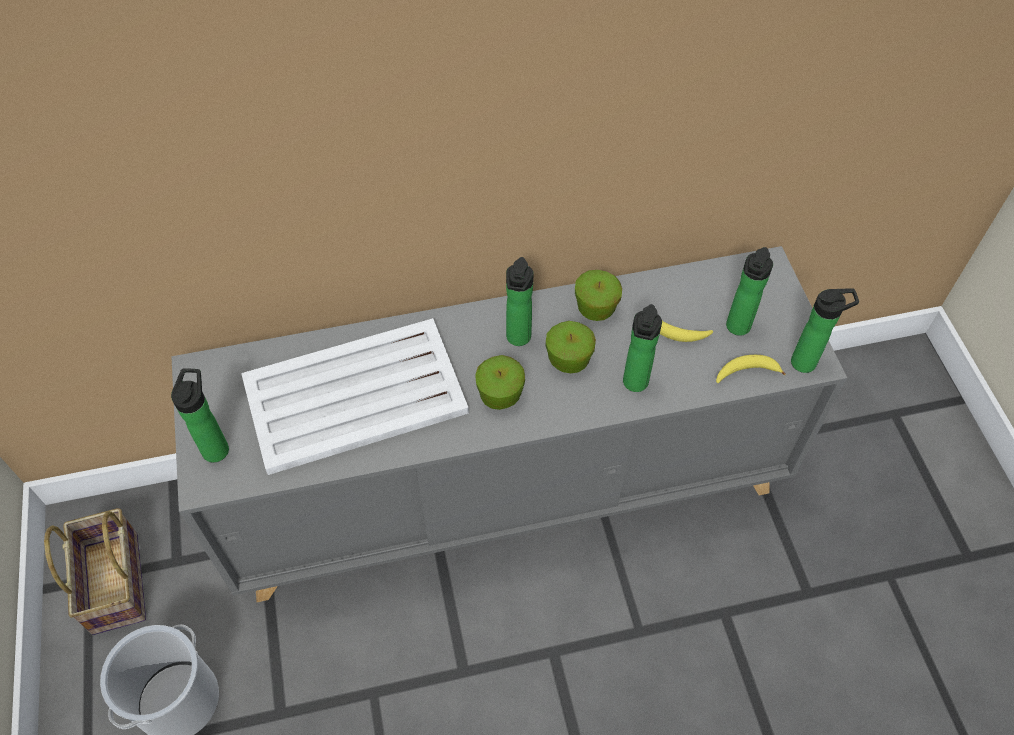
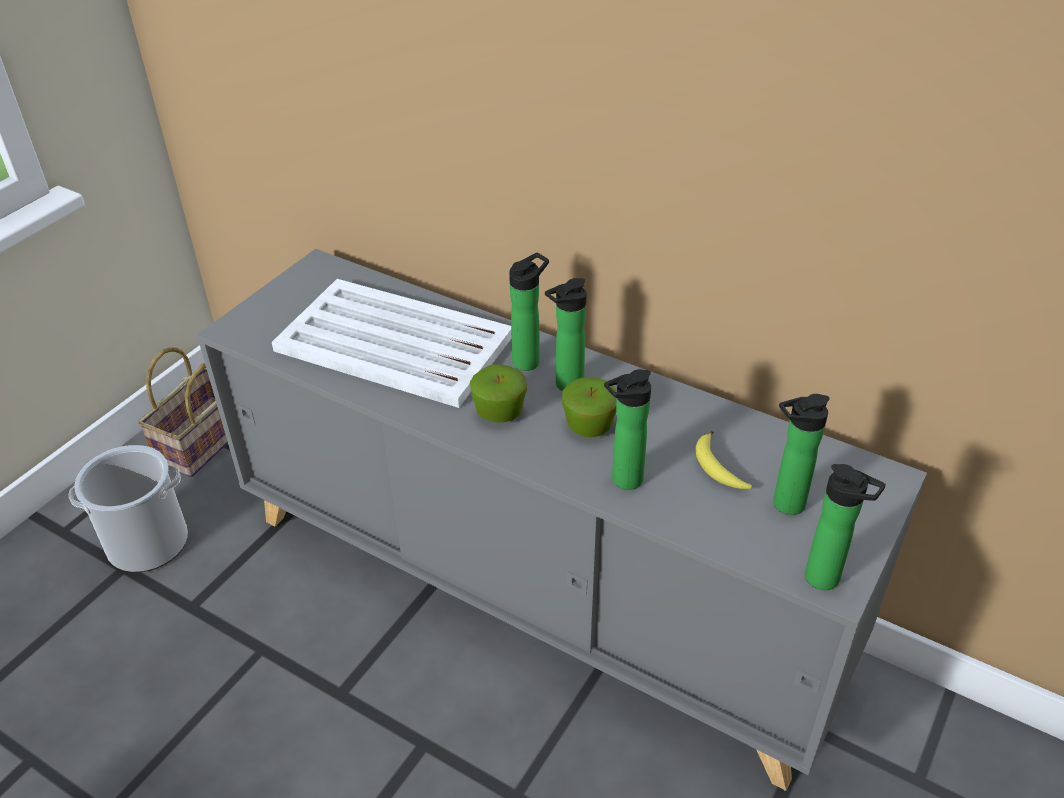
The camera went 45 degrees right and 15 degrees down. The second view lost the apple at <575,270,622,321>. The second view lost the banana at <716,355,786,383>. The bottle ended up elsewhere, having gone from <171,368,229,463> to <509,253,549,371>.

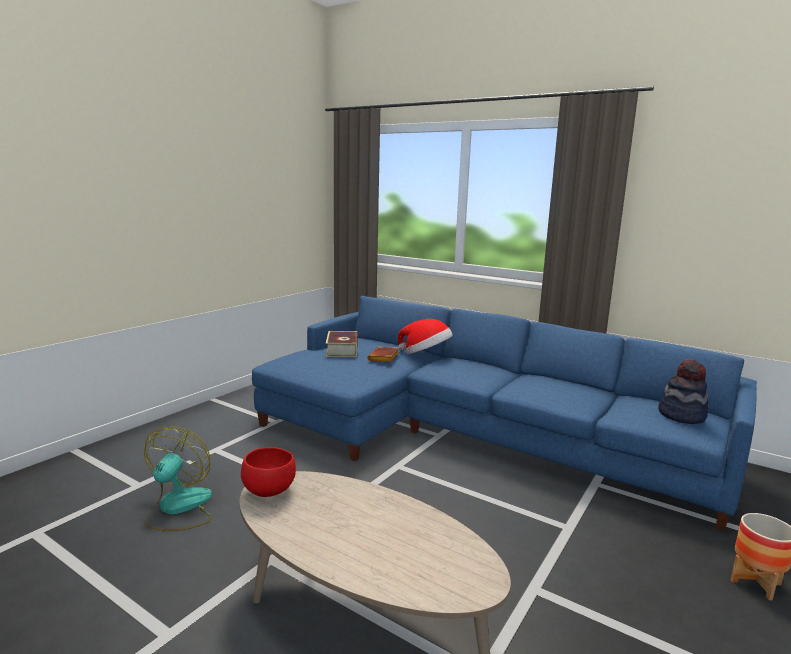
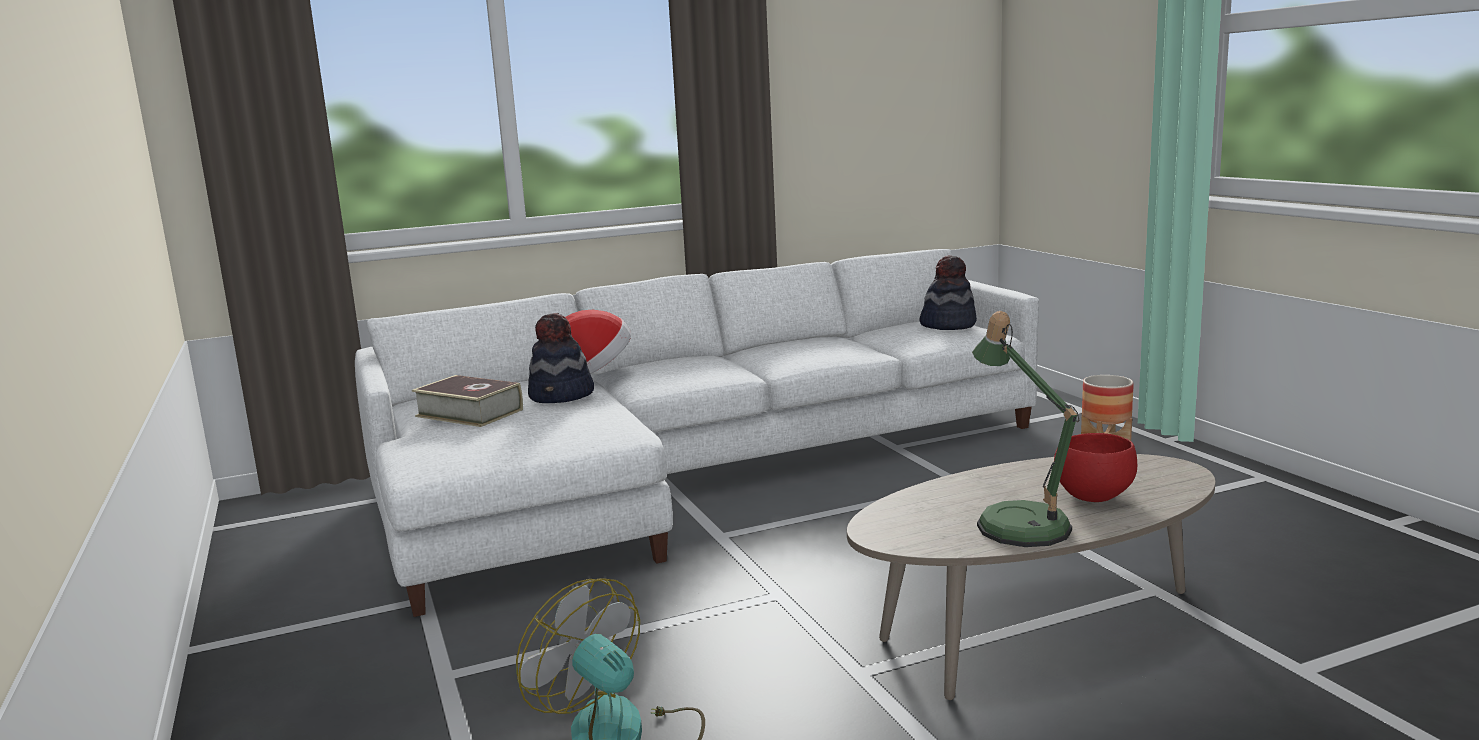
The camera went 55 degrees left and 0 degrees up. What was the sofa (blue) at <252,296,757,531> turned into the sofa (white) at <355,249,1039,617>. Where the book (brown) stood at <367,347,399,362>, the hat came to stand at <528,313,594,403>. The bowl (red) ended up elsewhere, having gone from <241,447,296,497> to <1054,433,1137,502>. The second view gained the table lamp at <972,311,1079,547>.

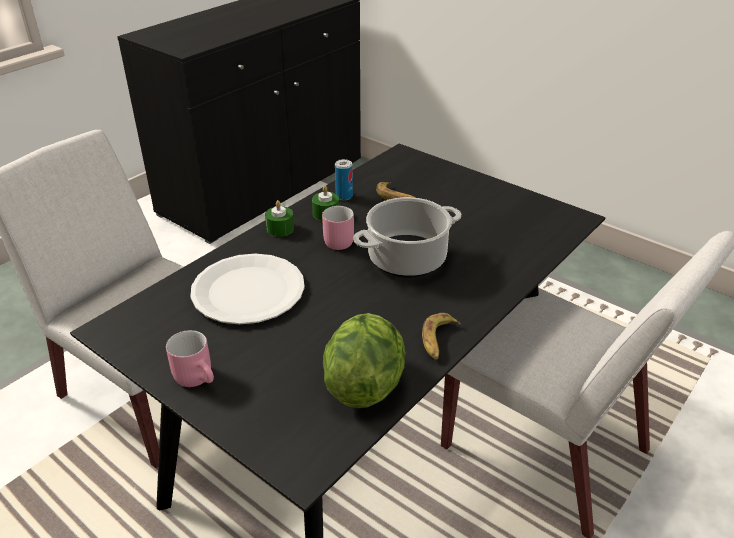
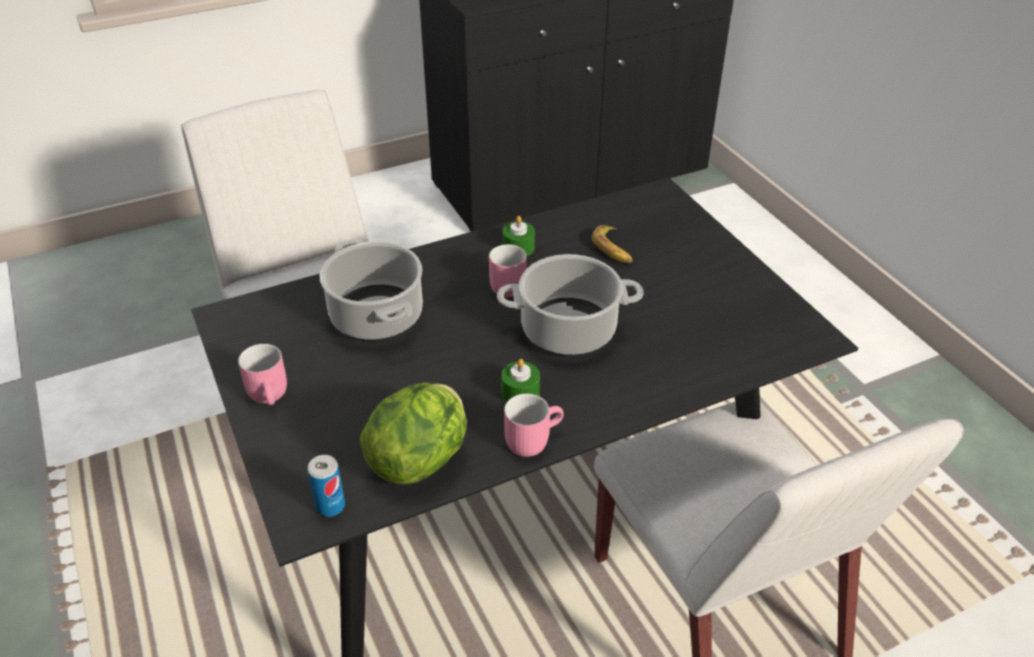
The camera went 25 degrees right and 5 degrees up. The can ended up elsewhere, having gone from <335,159,353,200> to <308,455,345,517>. The candle (green) ended up elsewhere, having gone from <265,200,294,237> to <501,359,540,402>. Where the plate (white) stood at <190,254,305,324>, the cooking pot came to stand at <319,240,423,341>. Where the banana stood at <422,313,461,360>, the mug (pink) came to stand at <504,393,564,457>.

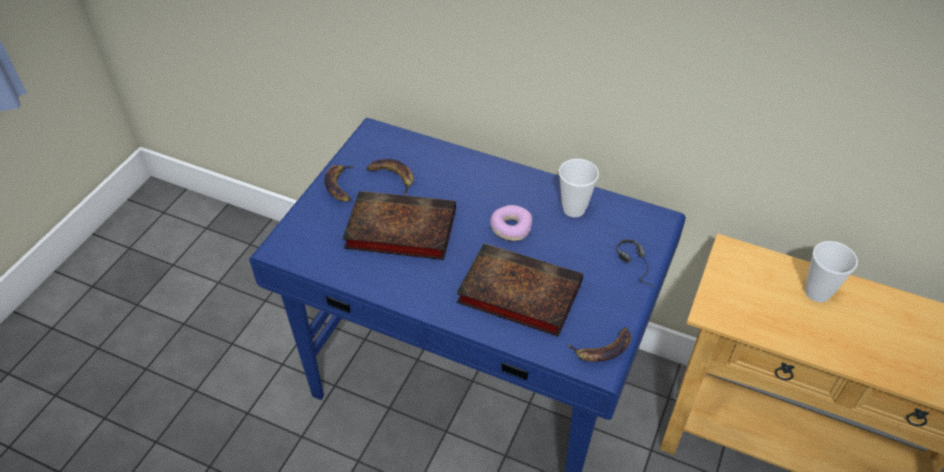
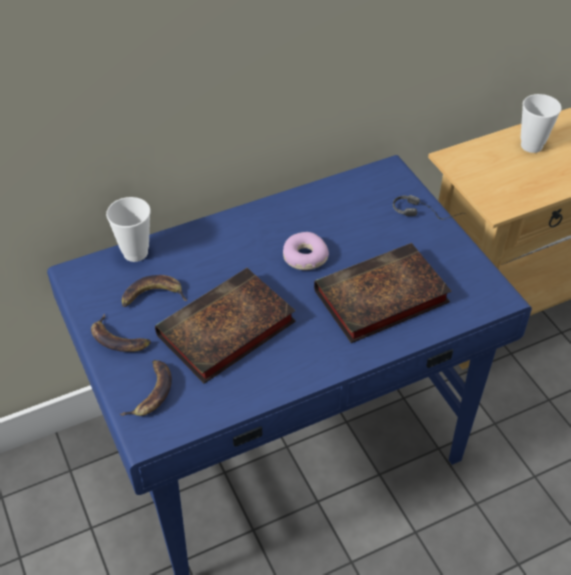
The camera went 50 degrees left and 0 degrees up. The cup ended up elsewhere, having gone from <559,159,599,217> to <106,197,151,262>. The banana ended up elsewhere, having gone from <567,327,631,362> to <119,360,172,416>.

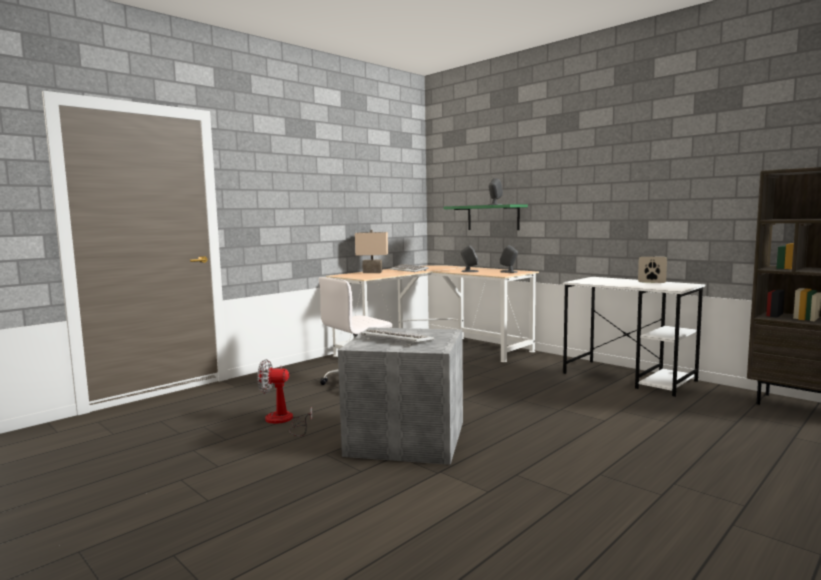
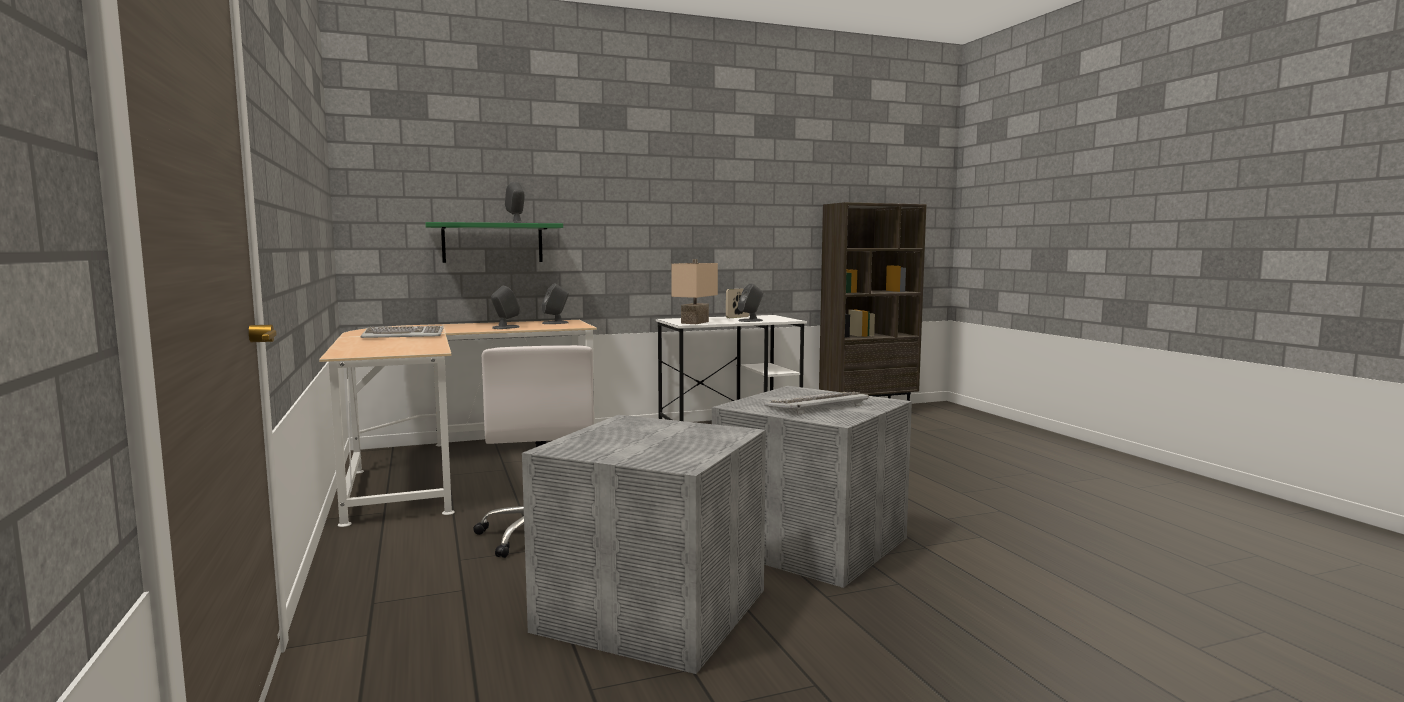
The camera went 65 degrees left and 0 degrees up. The table lamp (beige) ended up elsewhere, having gone from <355,230,388,273> to <671,259,718,324>. Where the fan stood at <257,359,312,436>, the storage box (grey) came to stand at <522,415,766,674>. The second view gained the speaker (grey) at <738,283,763,322>.

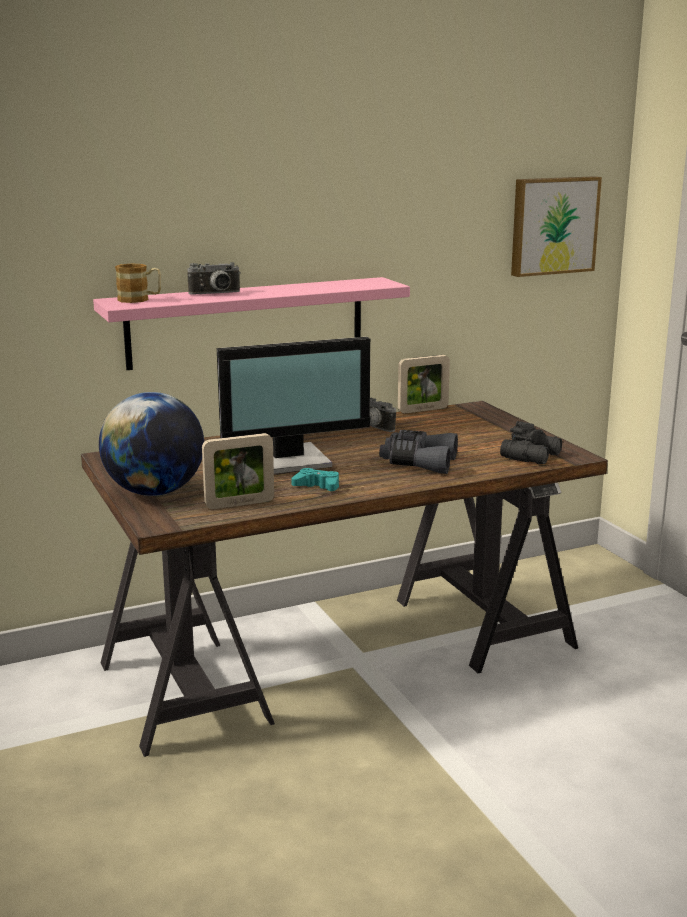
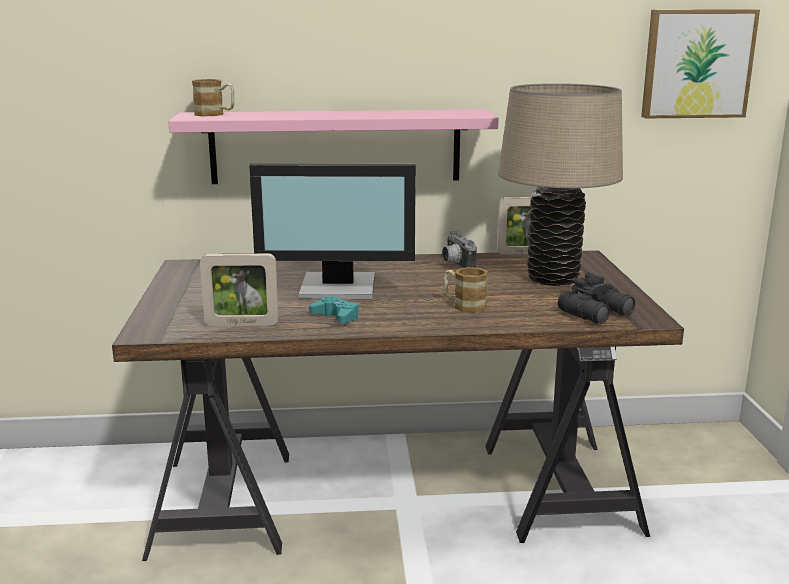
The camera went 20 degrees right and 0 degrees up. The second view lost the photo camera at <187,262,241,294>. The second view lost the globe at <99,392,204,496>. Where the binoculars (grey) stood at <379,430,458,474>, the mug came to stand at <444,267,488,313>. The second view gained the table lamp (beige) at <498,83,623,286>.

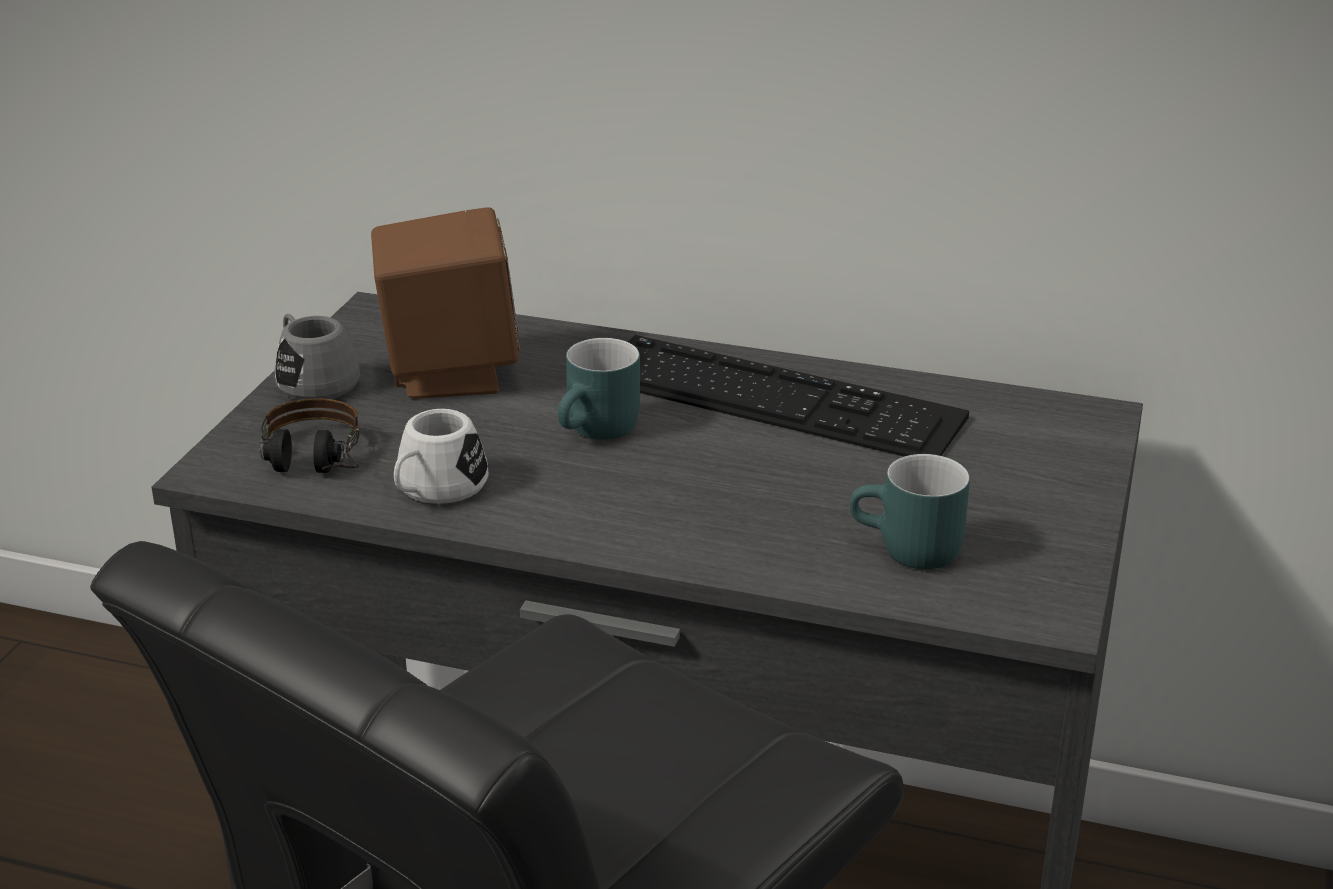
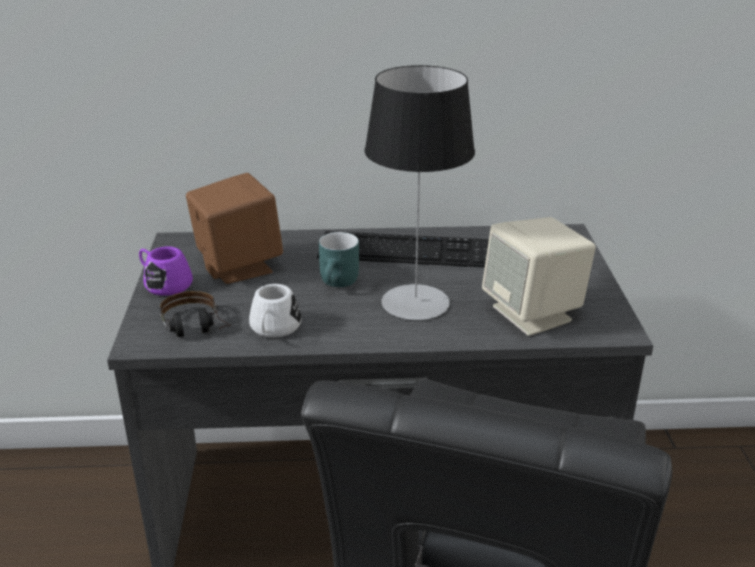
The camera went 20 degrees left and 0 degrees up. What was the mug (grey) at <275,314,360,400> turned into the mug (purple) at <139,246,193,296>. Where the mug (turquoise) stood at <850,454,970,569>, the speaker (beige) came to stand at <482,217,596,336>. The second view gained the table lamp at <365,65,475,320>.

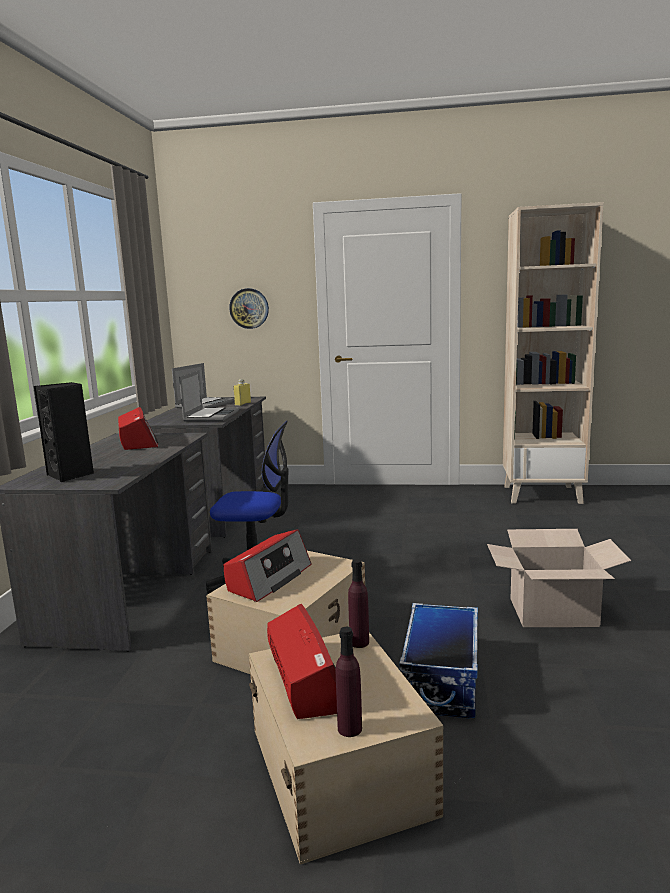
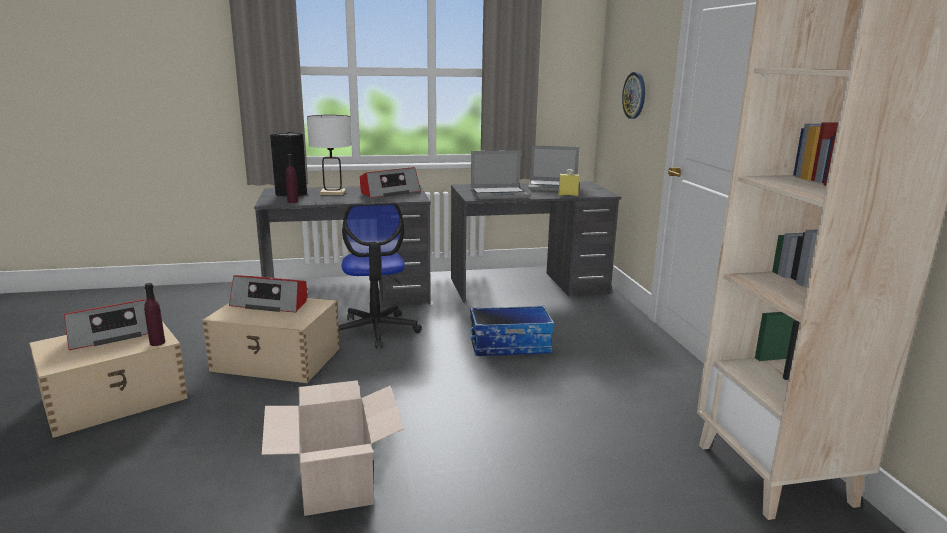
The camera went 70 degrees right and 5 degrees up. The storage box ended up elsewhere, having gone from <399,603,478,718> to <470,306,554,356>. The bottle (purple) ended up elsewhere, having gone from <336,627,362,737> to <285,154,298,203>. The second view gained the table lamp (white) at <307,115,352,195>.

